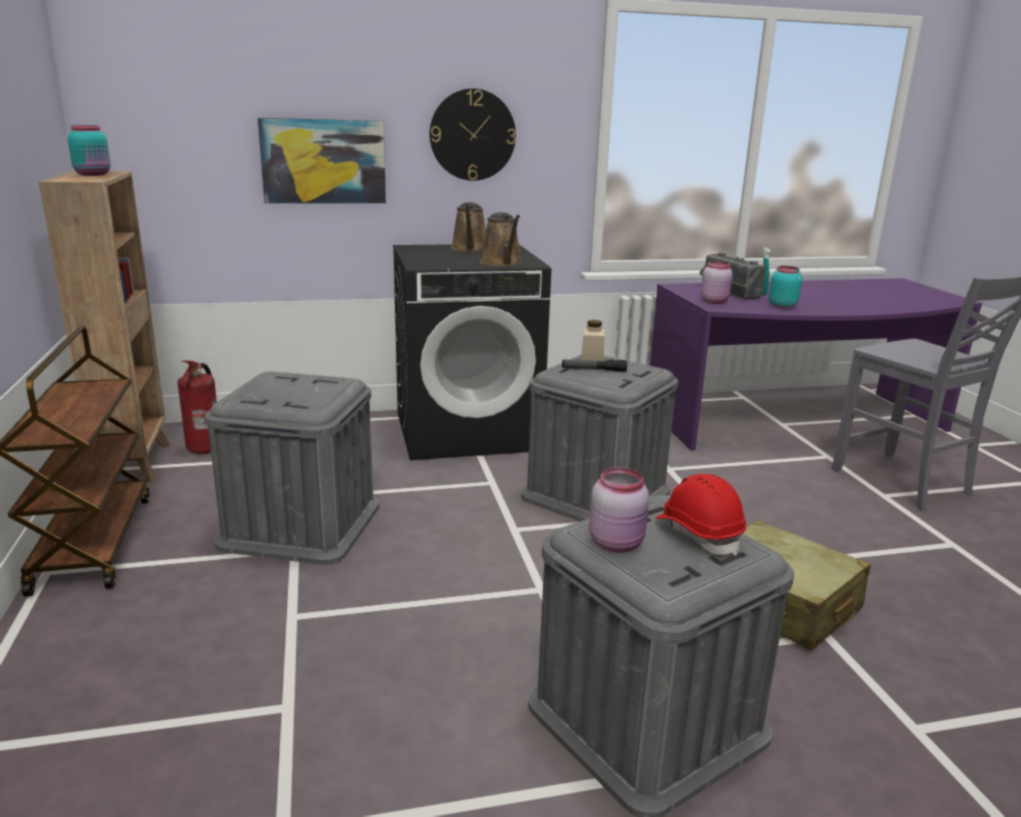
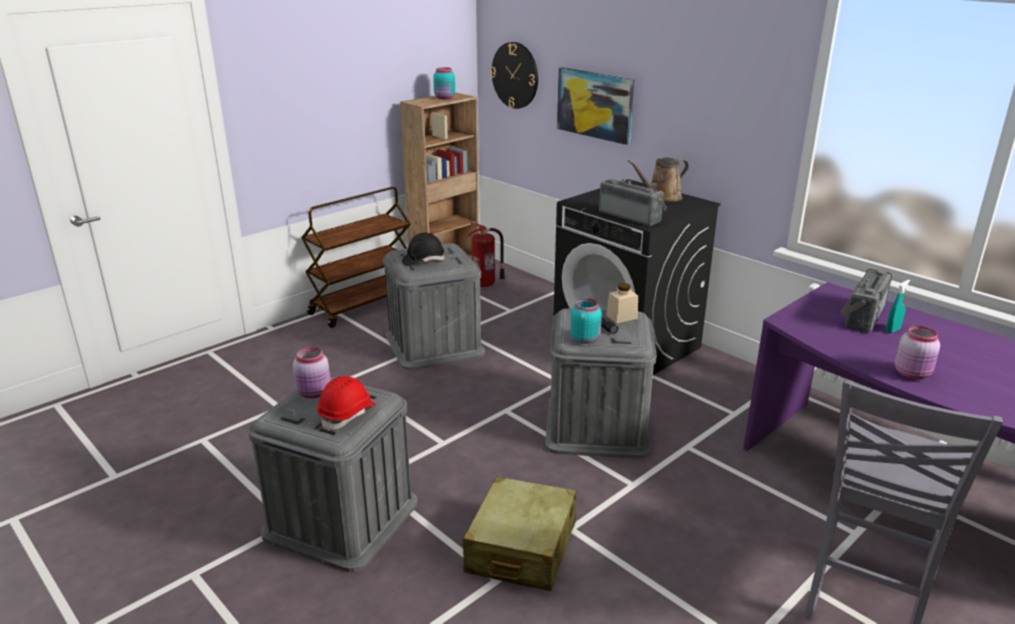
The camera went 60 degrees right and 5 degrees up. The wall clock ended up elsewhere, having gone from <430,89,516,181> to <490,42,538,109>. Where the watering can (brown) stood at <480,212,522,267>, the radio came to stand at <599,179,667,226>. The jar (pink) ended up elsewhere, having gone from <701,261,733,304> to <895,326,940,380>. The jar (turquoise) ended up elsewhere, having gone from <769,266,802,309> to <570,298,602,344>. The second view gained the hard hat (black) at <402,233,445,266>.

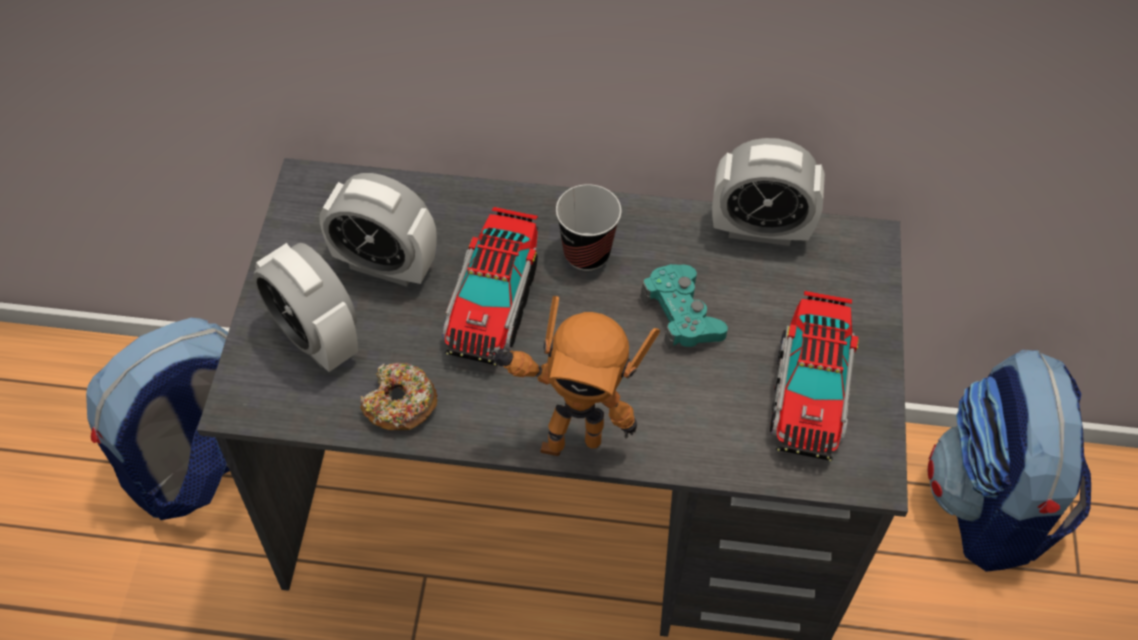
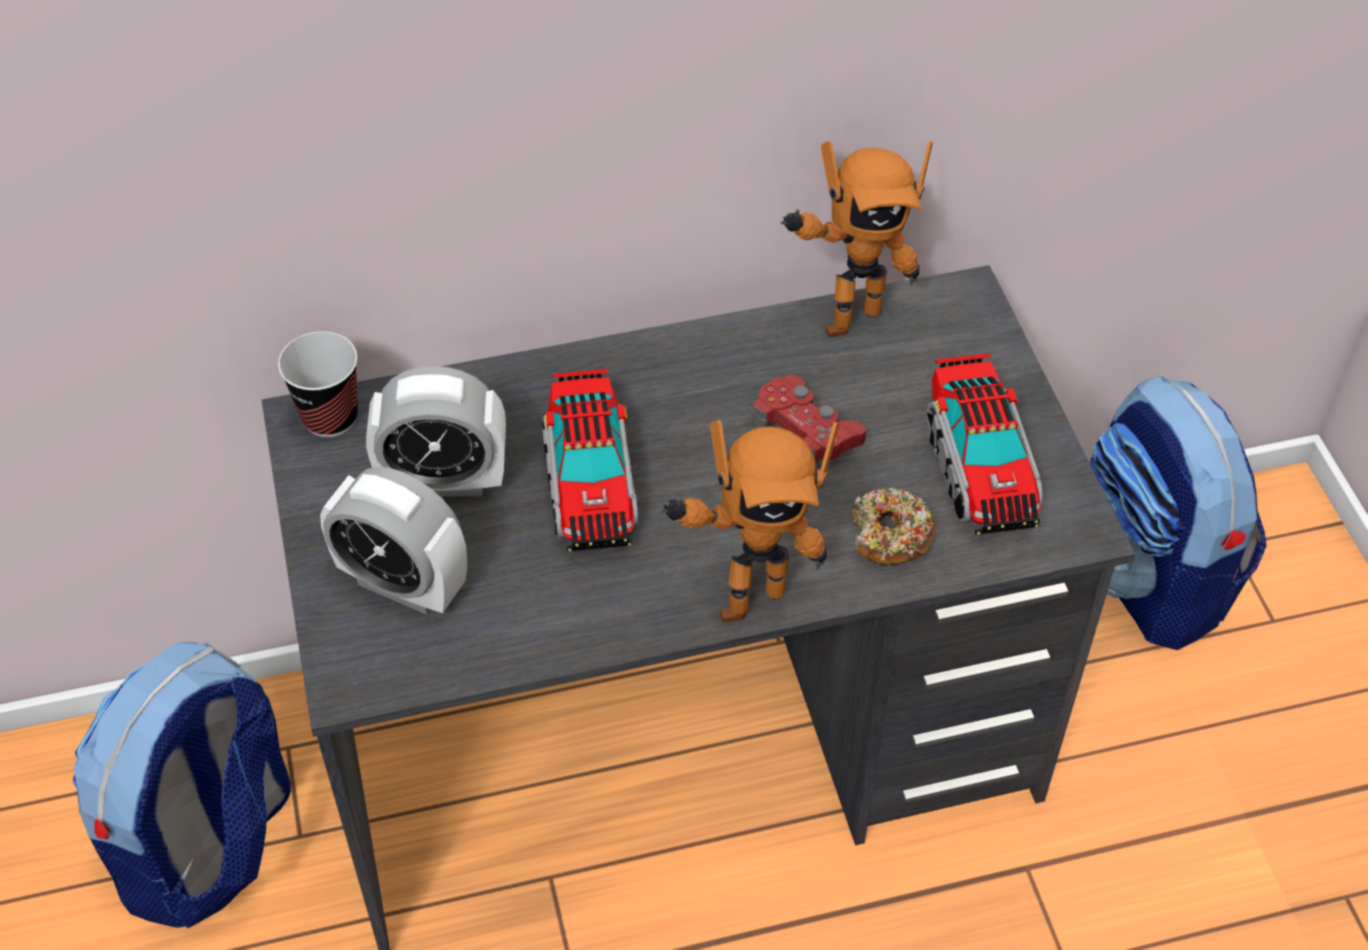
The camera went 20 degrees left and 5 degrees down. Where the alarm clock stood at <712,138,825,246>, the toy robot came to stand at <781,141,932,338>. The cup ended up elsewhere, having gone from <556,184,621,271> to <278,332,358,437>. What was the game controller (turquoise) at <641,264,728,349> turned into the game controller (red) at <752,375,866,463>. The donut ended up elsewhere, having gone from <360,363,438,430> to <851,488,936,565>.

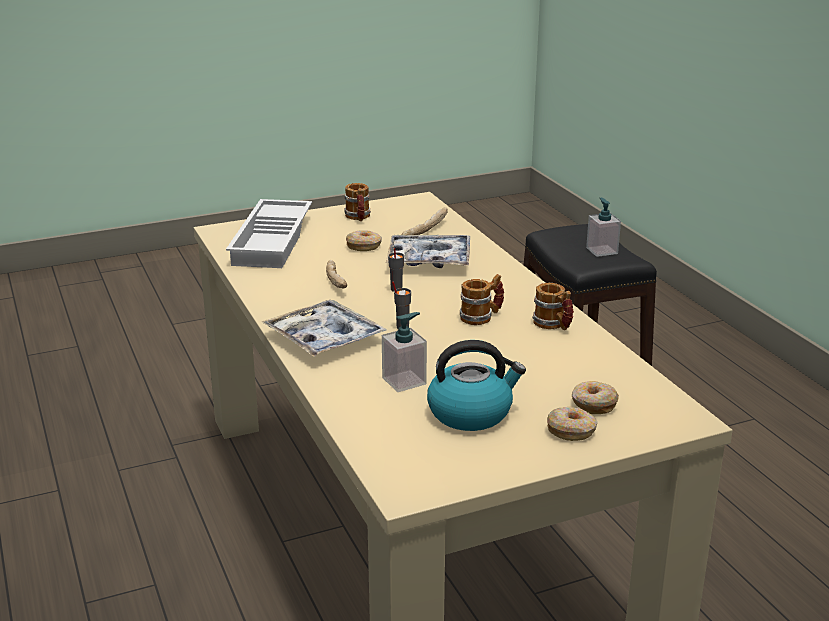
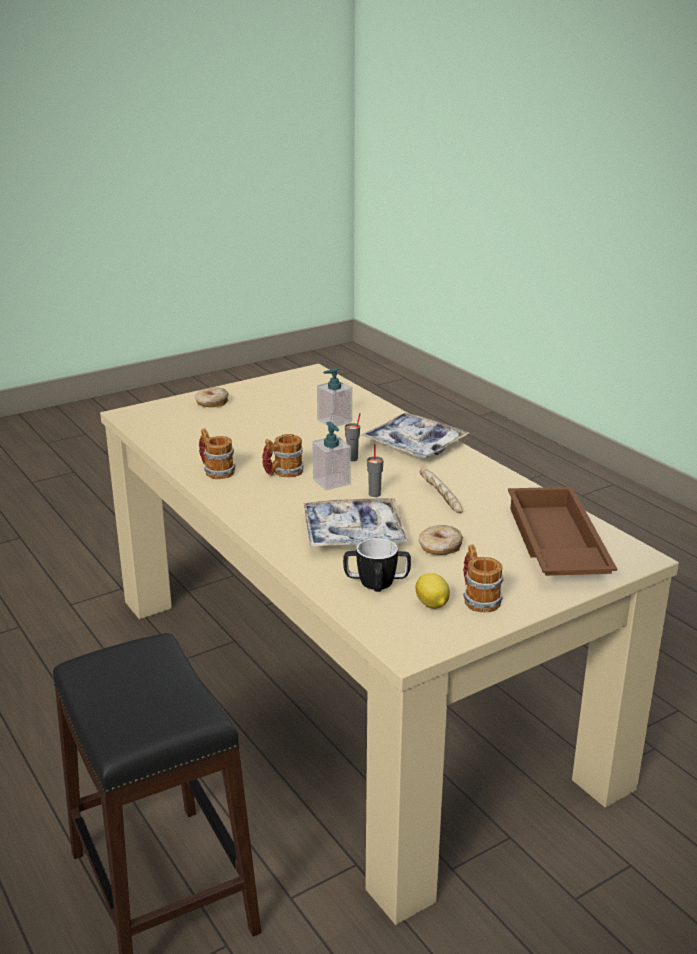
The camera went 170 degrees right and 0 degrees up. The soap dispenser ended up elsewhere, having gone from <586,197,621,257> to <313,422,351,490>. What was the tray (white) at <226,199,312,268> turned into the tray (brown) at <508,487,617,576>. Where the bread stood at <402,208,448,235>, the mug came to stand at <343,537,411,592>. The second view lost the kettle at <427,340,526,431>. The second view lost the donut at <572,381,619,414>. The second view gained the lemon at <416,573,450,609>.

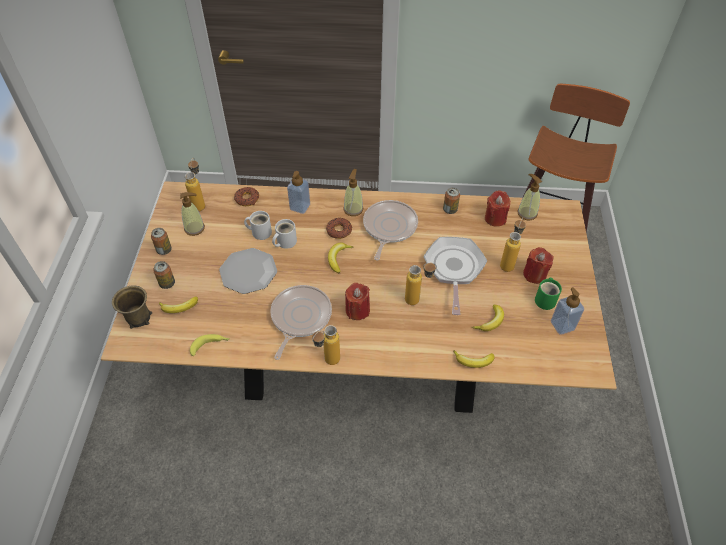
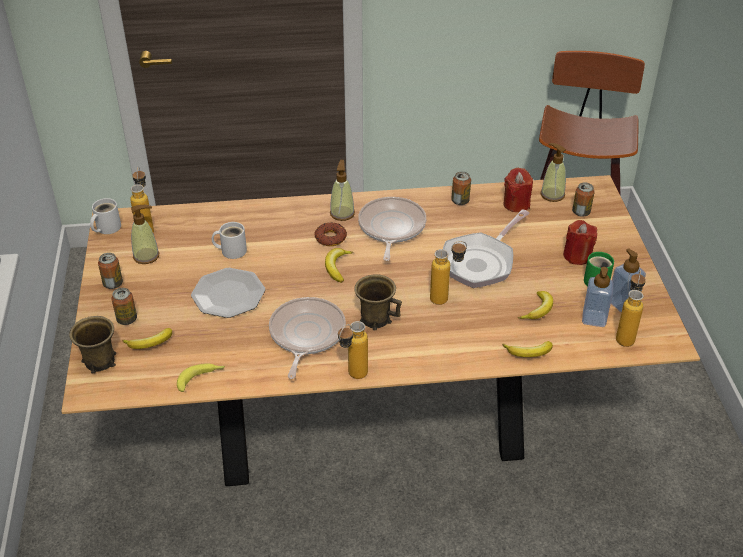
The camera went 10 degrees left and 10 degrees down. The soap dispenser ended up elsewhere, having gone from <287,171,310,214> to <582,267,614,327>. The second view lost the donut at <234,187,259,206>. The bottle ended up elsewhere, having gone from <500,218,526,272> to <616,270,646,347>. The mug (white) ended up elsewhere, having gone from <272,219,297,249> to <90,198,121,234>. The frying pan at <424,237,487,315> ended up facing another way, 135 degrees counterclockwise from before. Where the candle (red) stood at <345,283,370,320>, the mug (brown) came to stand at <354,274,402,330>. The second view gained the can at <572,183,595,217>.

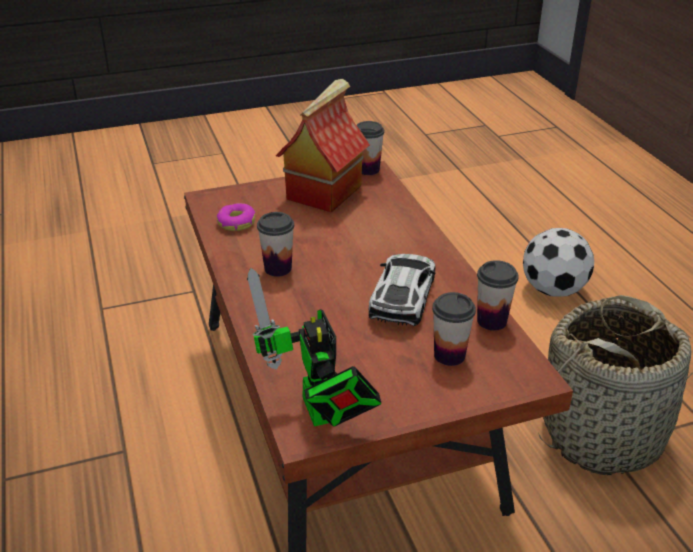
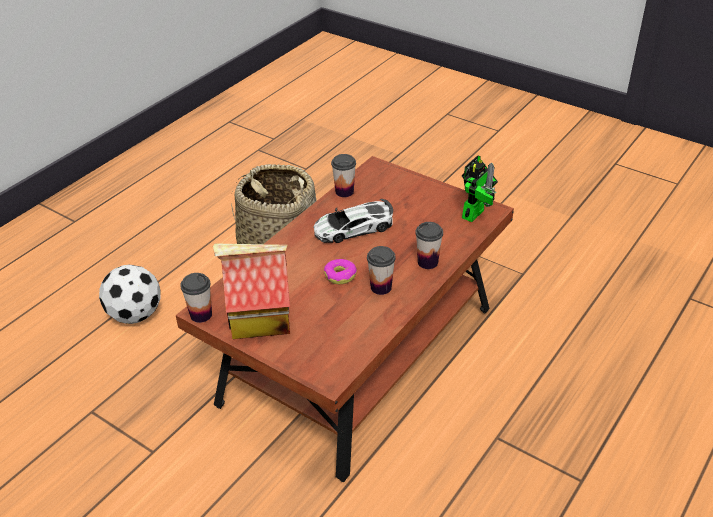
The camera went 125 degrees left and 5 degrees up. The donut ended up elsewhere, having gone from <217,203,255,231> to <324,259,357,284>. The cup ended up elsewhere, having gone from <432,292,476,366> to <415,222,443,269>.

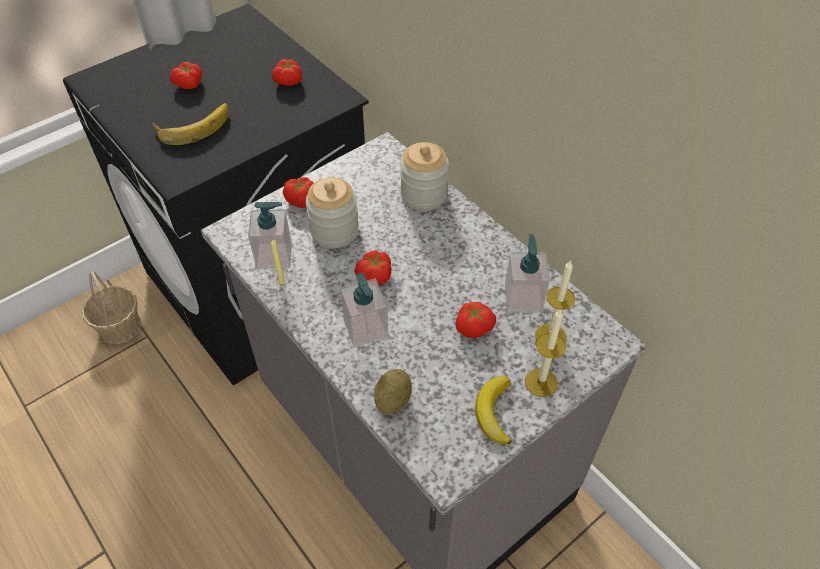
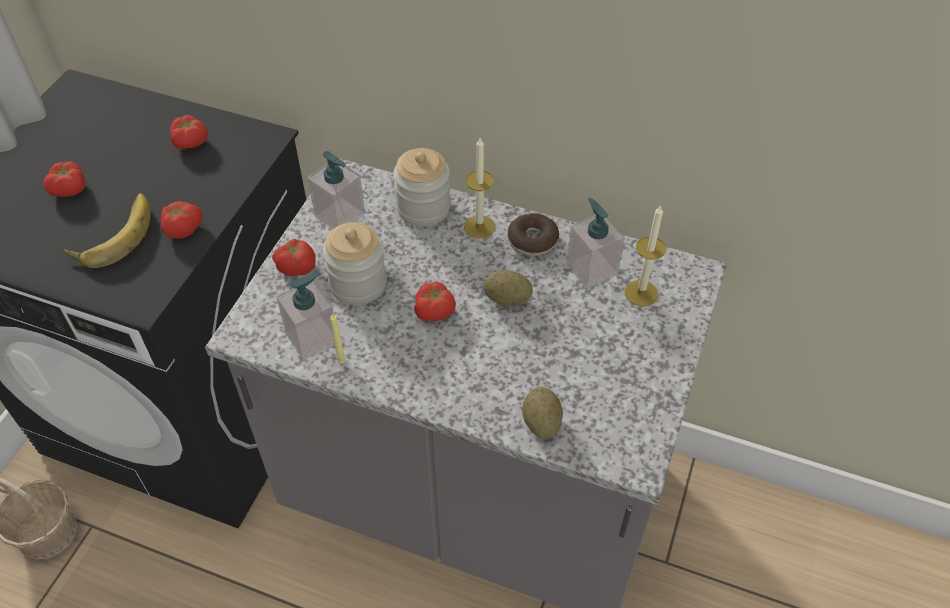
The camera went 30 degrees left and 0 degrees up. The soap dispenser ended up elsewhere, having gone from <340,273,388,348> to <308,151,365,229>. The tomato ended up elsewhere, having gone from <455,302,496,338> to <161,201,203,239>. The candle ended up elsewhere, having gone from <525,309,566,397> to <464,138,495,239>. The second view lost the banana at <475,376,512,445>. The second view gained the donut at <508,213,559,256>. The second view gained the potato at <484,270,533,307>.

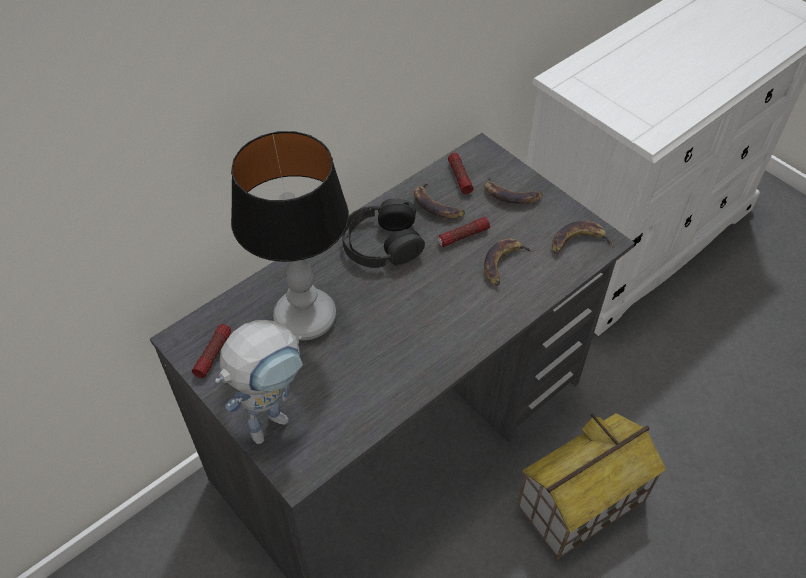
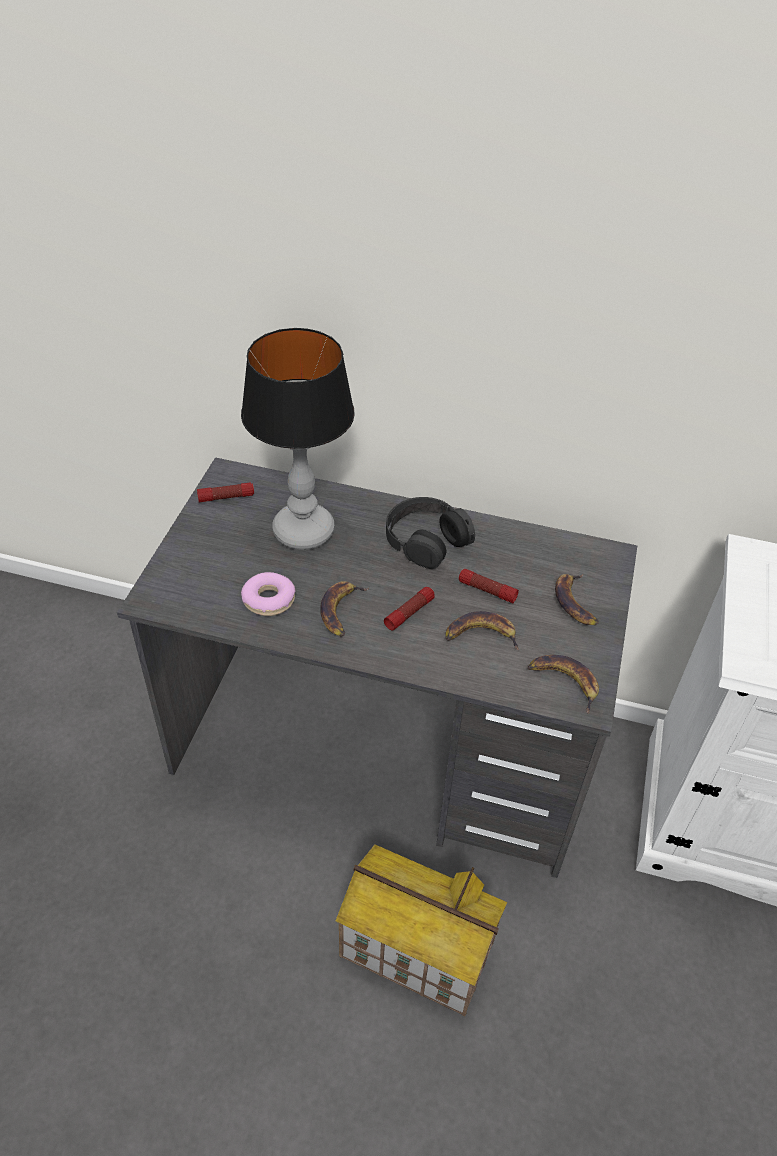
The camera went 55 degrees right and 5 degrees down. The flashlight ended up elsewhere, having gone from <448,153,473,194> to <384,587,435,631>. The banana ended up elsewhere, having gone from <414,181,465,219> to <321,581,369,637>. The second view lost the toy robot at <215,320,303,444>. The second view gained the donut at <241,572,295,616>.

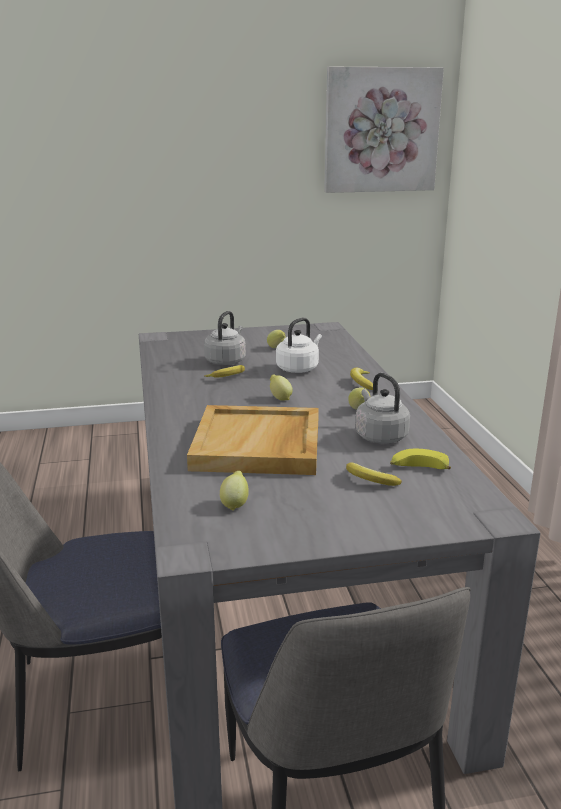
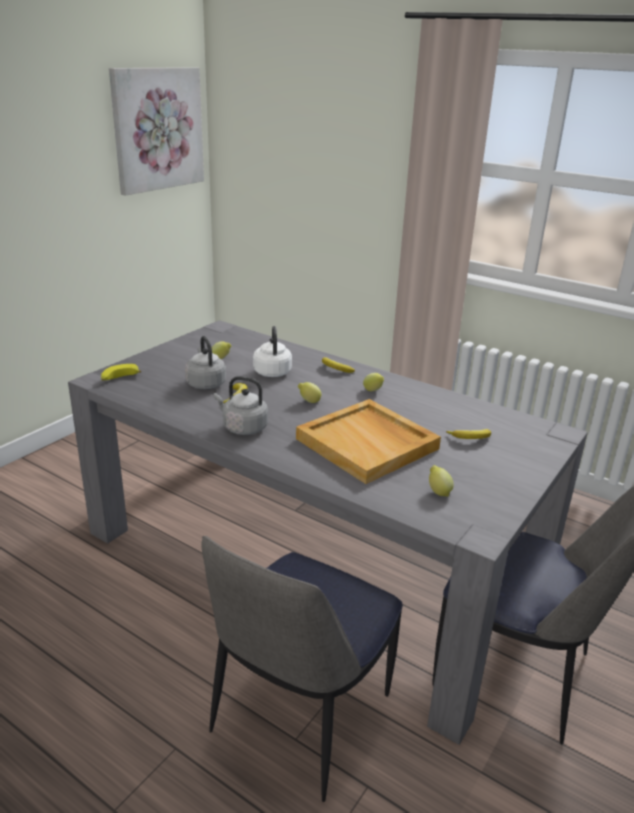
The camera went 45 degrees left and 5 degrees up. The kettle (grey) ended up elsewhere, having gone from <355,373,410,444> to <214,376,268,435>. The banana ended up elsewhere, having gone from <390,449,451,469> to <101,364,141,381>.

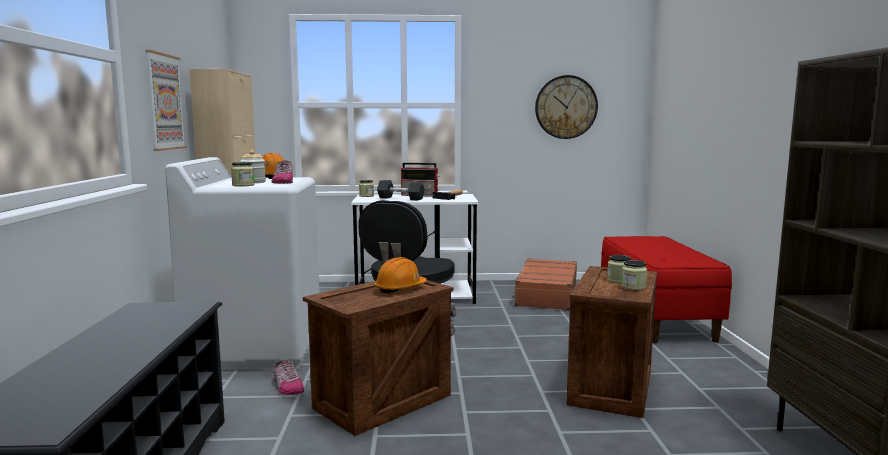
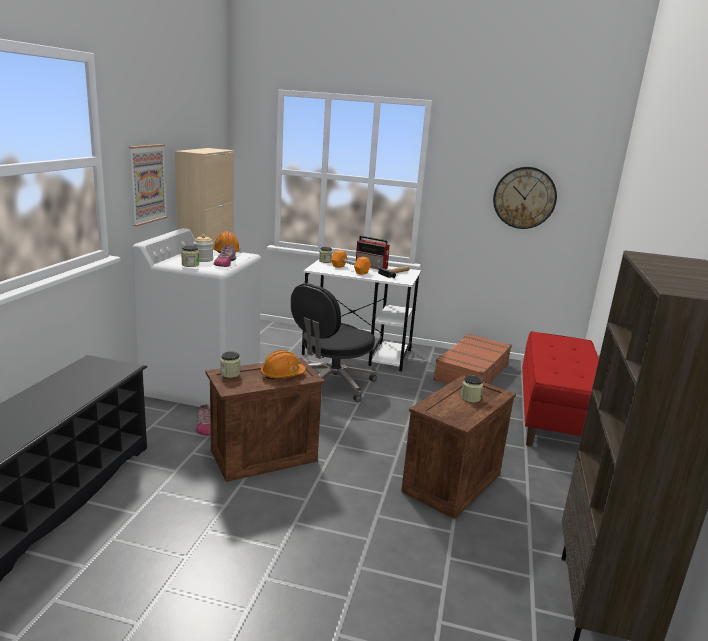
The camera went 15 degrees right and 10 degrees up. What was the dumbbell (grey) at <377,180,425,200> turned into the dumbbell (orange) at <331,250,371,275>. The jar ended up elsewhere, having gone from <621,260,647,290> to <220,351,240,378>.

